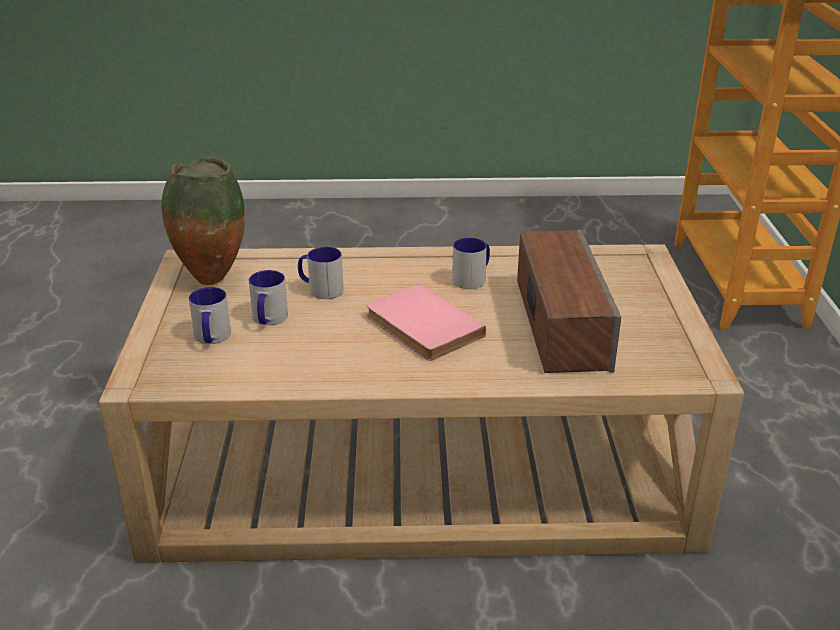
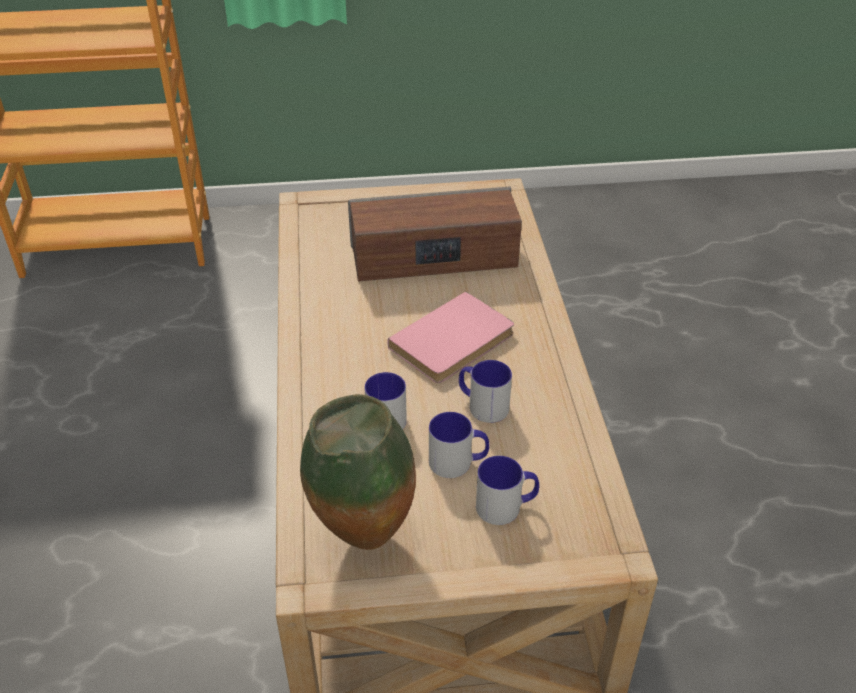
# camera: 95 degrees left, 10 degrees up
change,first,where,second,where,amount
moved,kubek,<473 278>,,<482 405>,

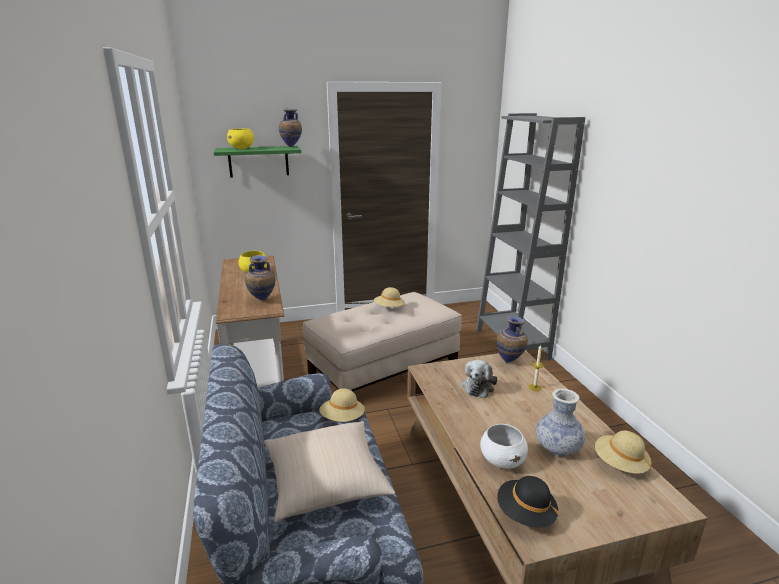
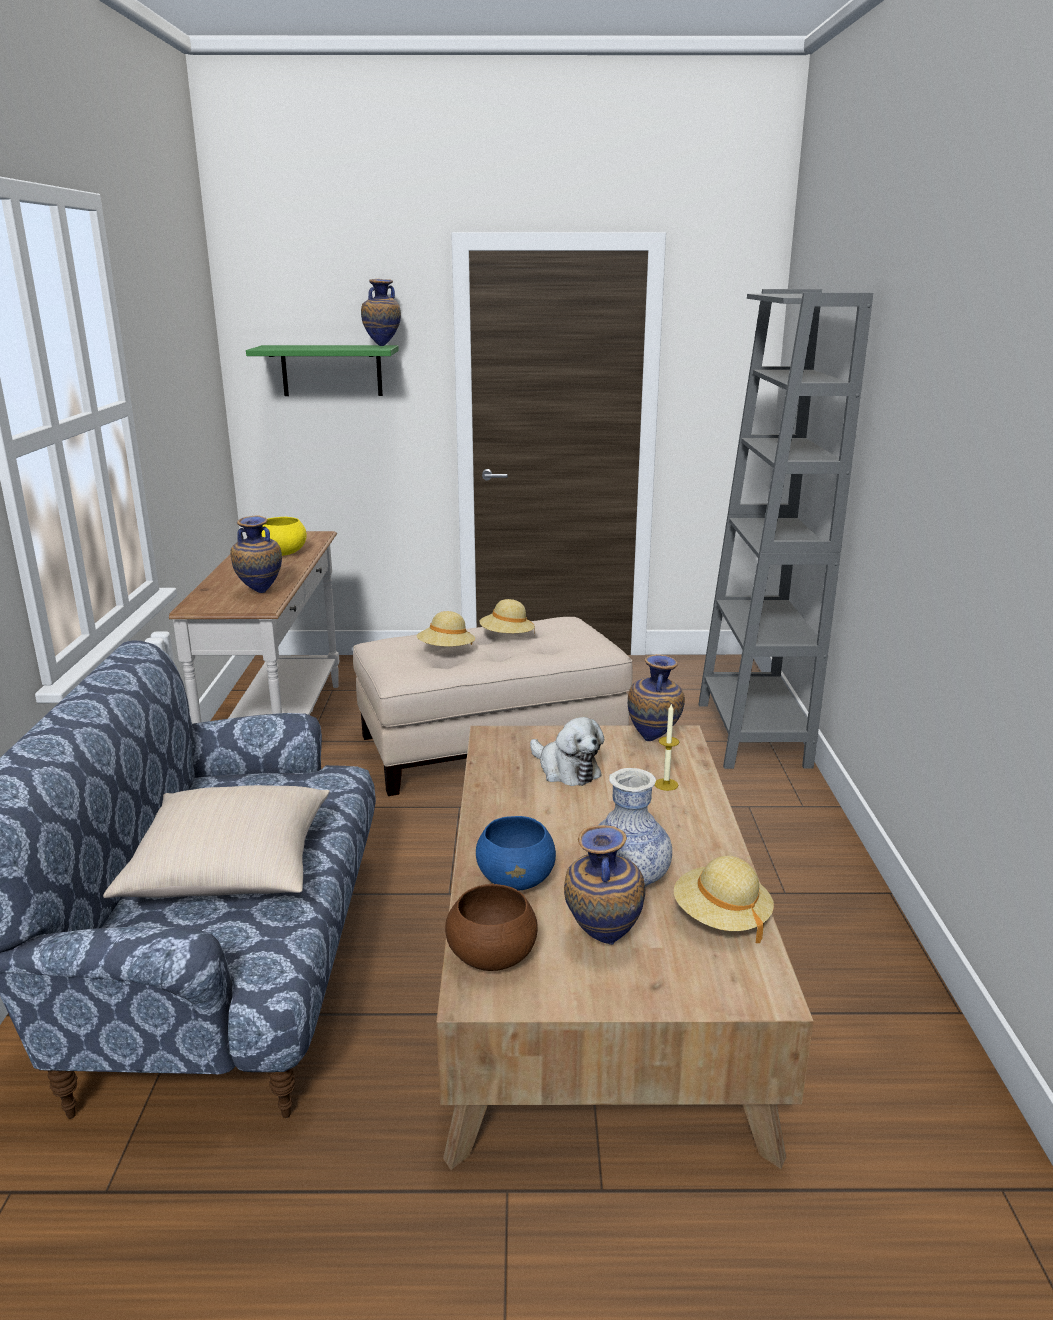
# camera: 15 degrees right, 0 degrees up
change,first,where,second,where,amount
removed,miska (żółty),<242 148>,,,
turned,pluszak,<478 386>,,<566 770>,75 degrees counterclockwise
moved,kapelusz (beżowy),<342 418>,,<446 651>,
recoloured,miska (biały),<502 460>,miska (niebieski),<516 880>,
replaced,kapelusz (czarny),<525 514>,miska (brązowy),<492 957>,
added,,,wazon,<601 941>,

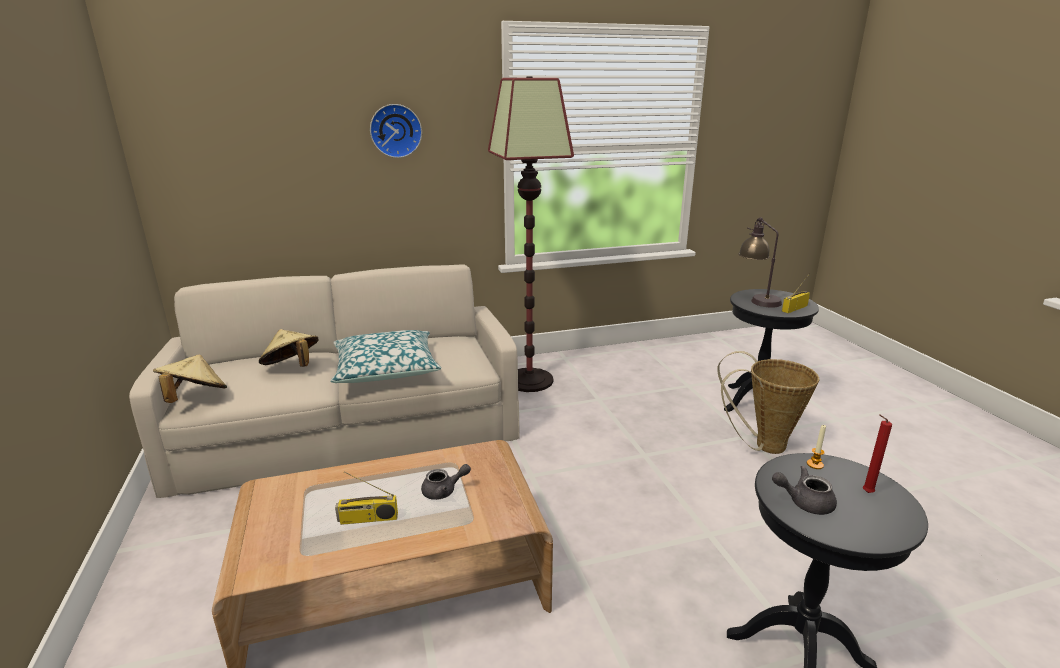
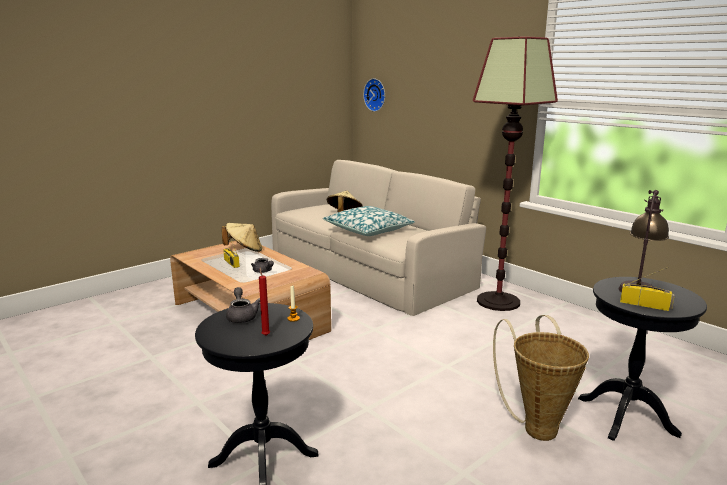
# camera: 65 degrees right, 5 degrees down
change,first,where,second,where,amount
moved,zegar ścienny,<395 131>,,<376 95>,
moved,kapelusz (beżowy),<195 398>,,<244 250>,

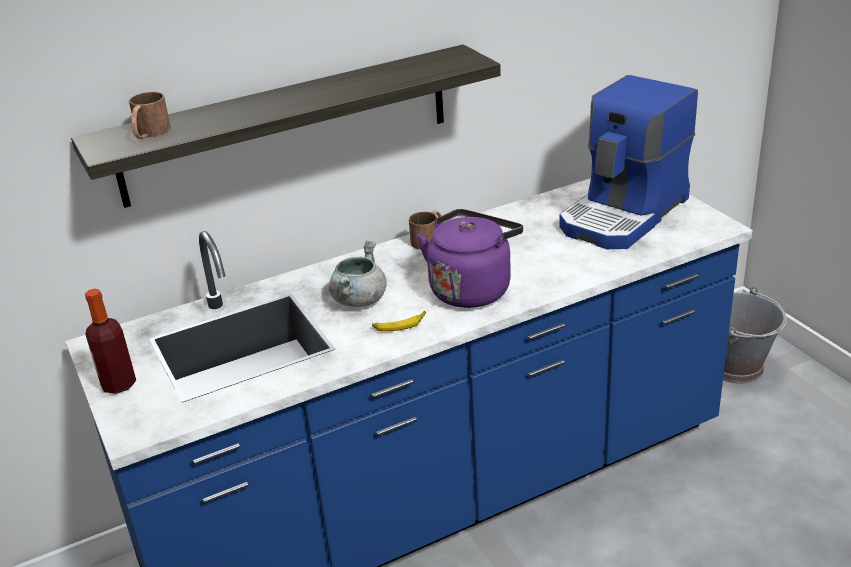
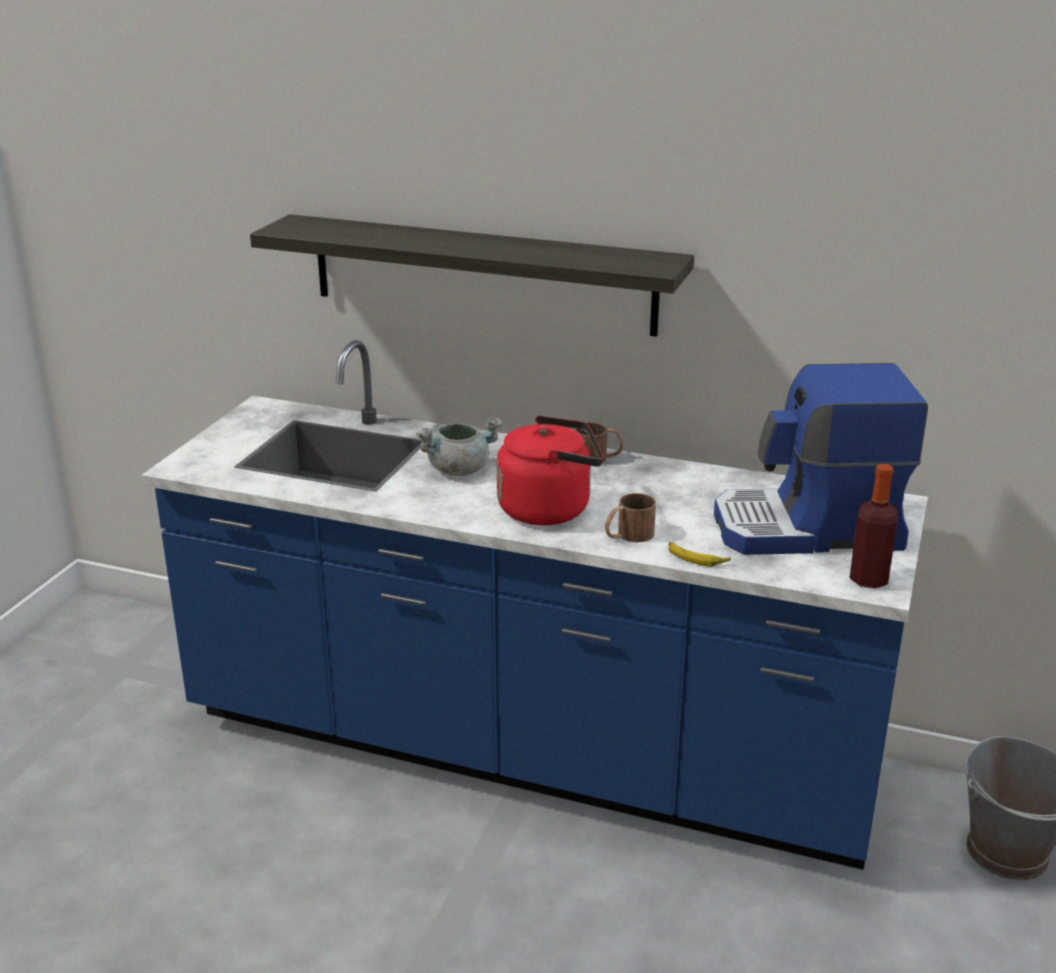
# camera: 45 degrees right, 5 degrees down
change,first,where,second,where,amount
moved,kubek (brązowy),<149 134>,,<628 535>,
recoloured,czajnik (fioletowy),<472 288>,czajnik (czerwony),<550 509>,
moved,butelka,<119 384>,,<868 579>,
moved,banan,<399 325>,,<696 558>,

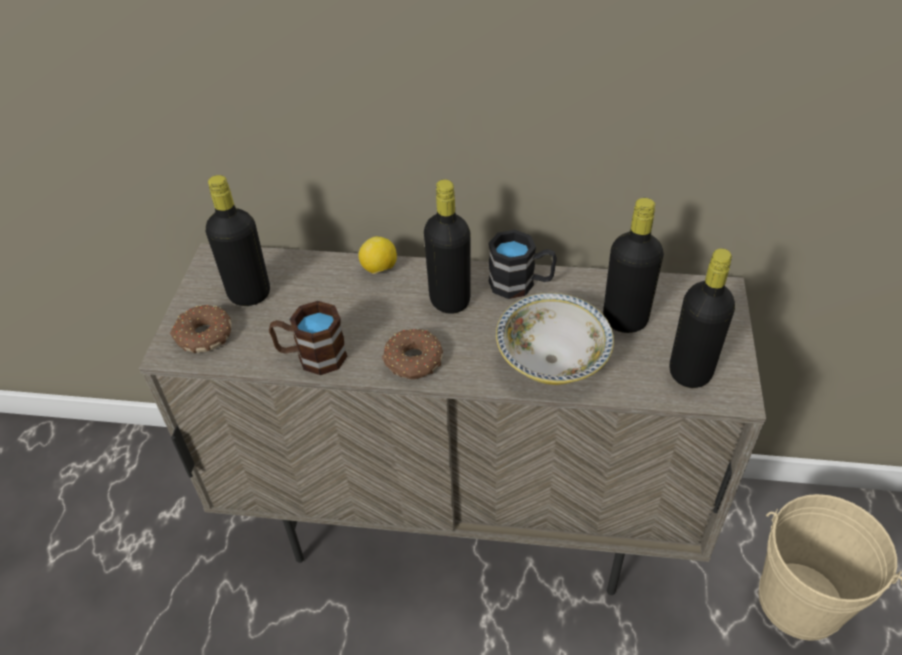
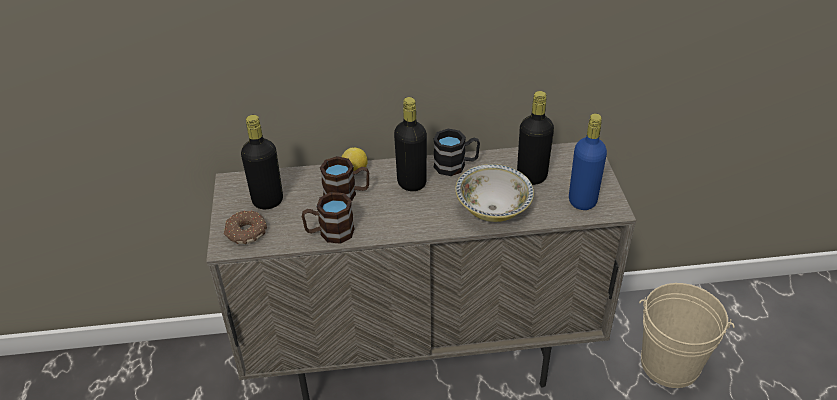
# camera: 15 degrees left, 5 degrees down
change,first,where,second,where,amount
recoloured,butelka (czarny),<690 372>,butelka (niebieski),<582 201>,
removed,donut,<413 361>,,,
added,,,kubek (brązowy),<347 194>,

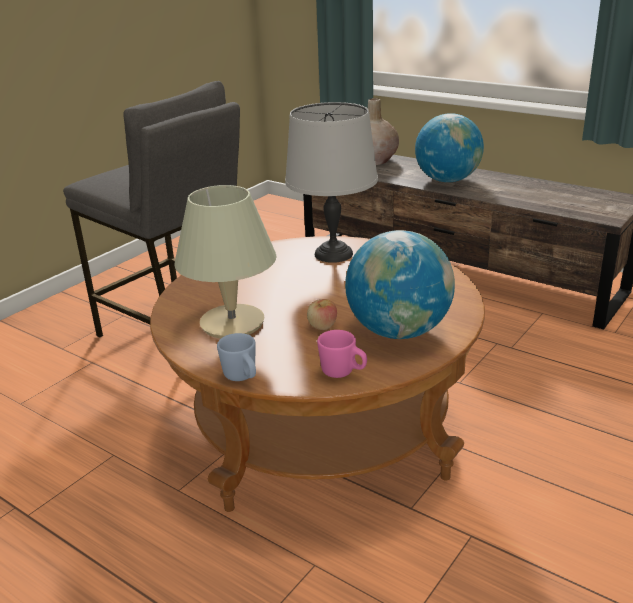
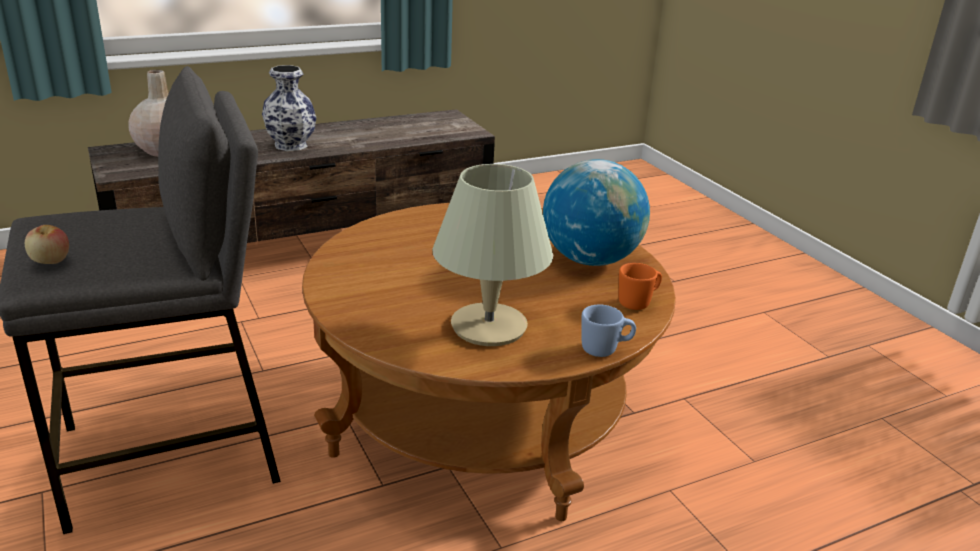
# camera: 65 degrees left, 0 degrees up
change,first,where,second,where,amount
removed,lampa stołowa (szary),<334 254>,,,
replaced,globus,<447 180>,wazon,<290 145>,
moved,jabłko,<322 326>,,<50 261>,
recoloured,kubek (różowy),<343 373>,kubek (pomarańczowy),<638 302>,

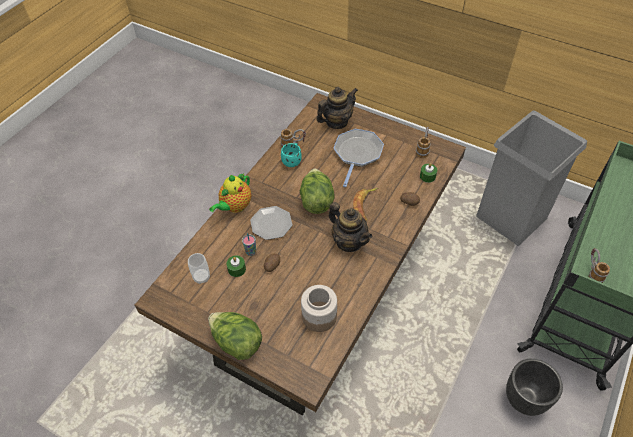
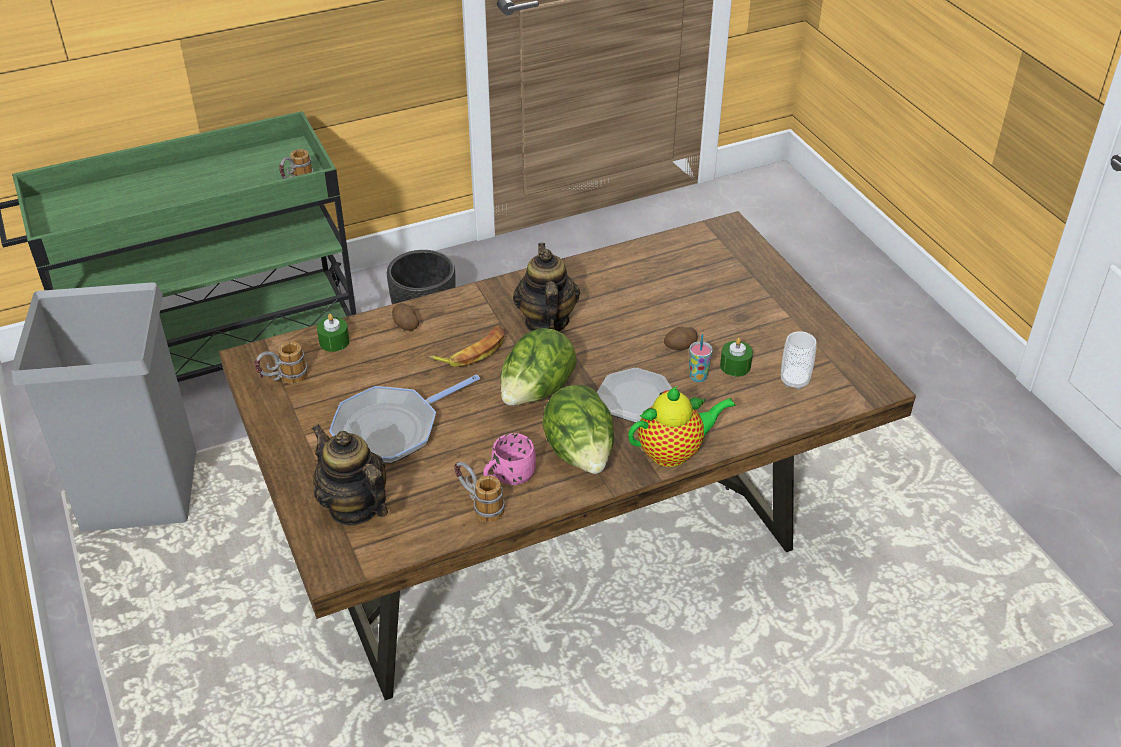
# camera: 145 degrees left, 10 degrees down
change,first,where,second,where,amount
turned,imbryk,<336 122>,,<354 507>,45 degrees clockwise
recoloured,kubek (turkusowy),<292 160>,kubek (różowy),<508 477>,
removed,słoik,<318 316>,,,
moved,sałata,<237 343>,,<580 454>,

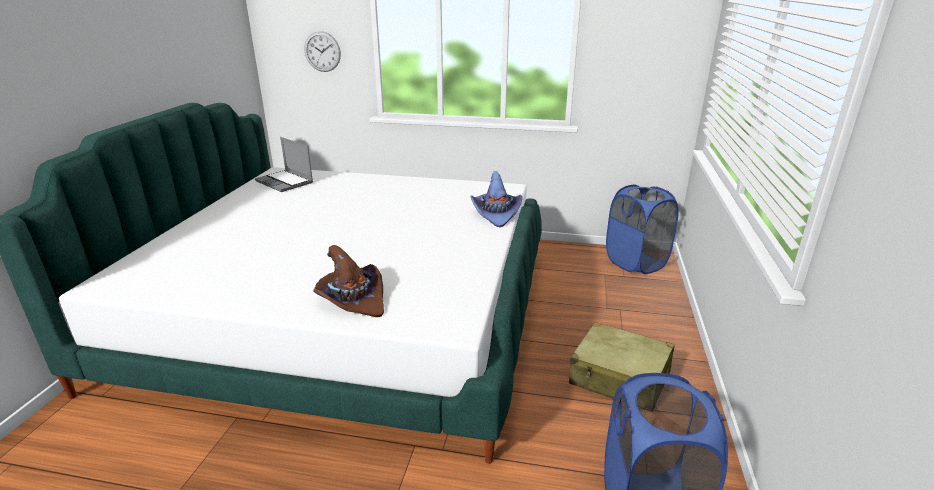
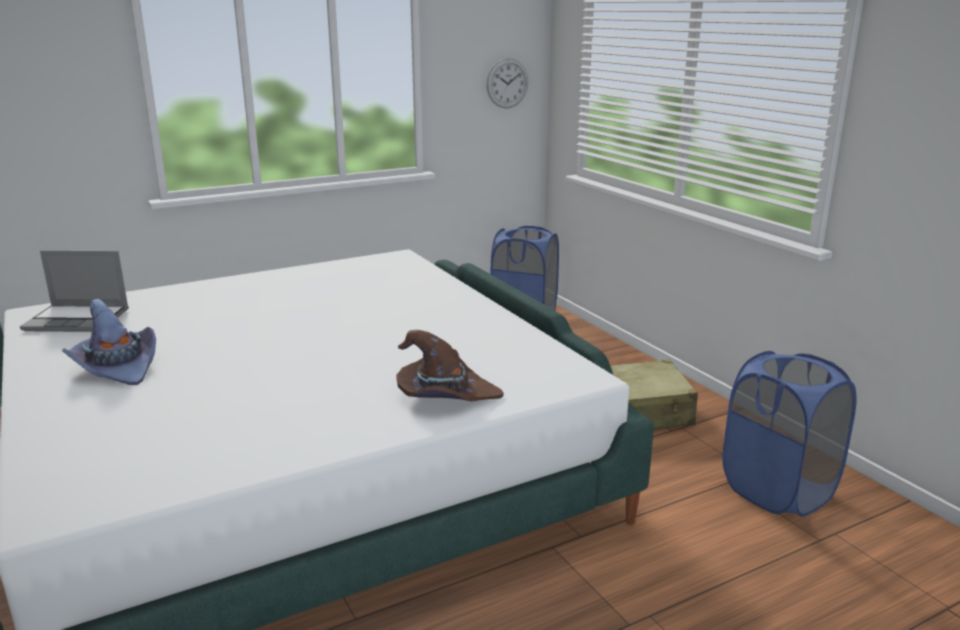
# camera: 40 degrees left, 5 degrees down
change,first,where,second,where,amount
moved,zegar ścienny,<322 51>,,<507 83>,
moved,kapelusz (fioletowy),<496 214>,,<117 367>,

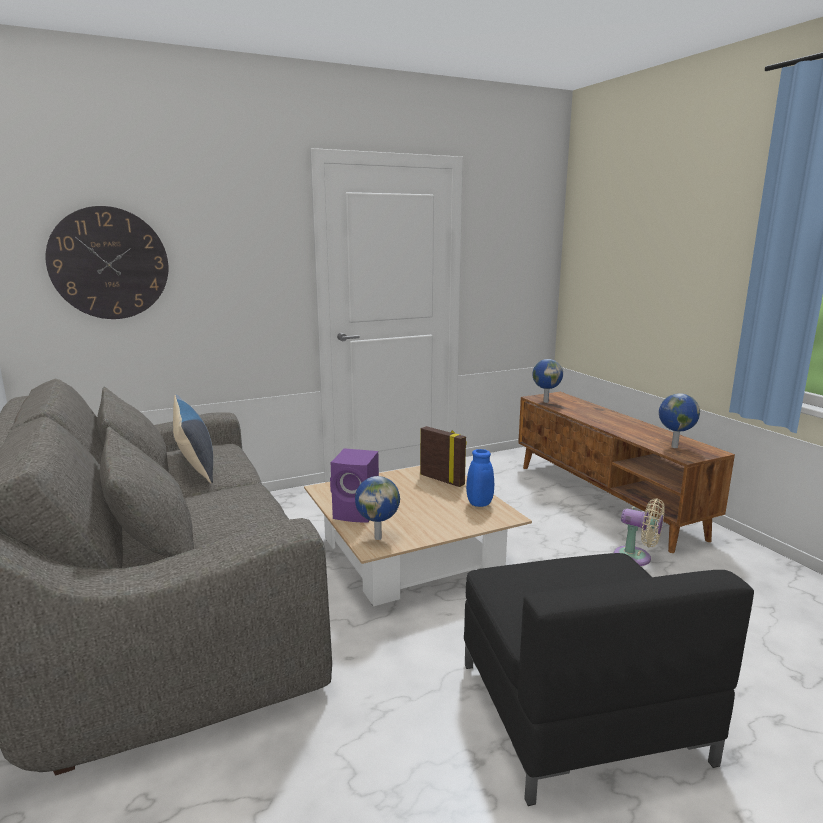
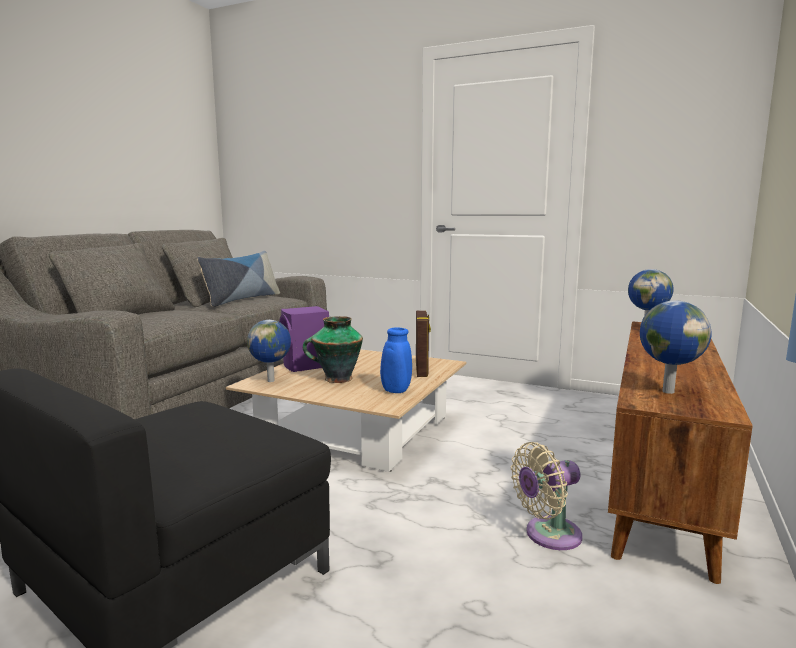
# camera: 50 degrees right, 5 degrees down
change,first,where,second,where,amount
removed,zegar ścienny,<109 263>,,,
turned,wentylator (beżowy),<636 558>,,<548 535>,75 degrees clockwise
added,,,wazon,<336 379>,

